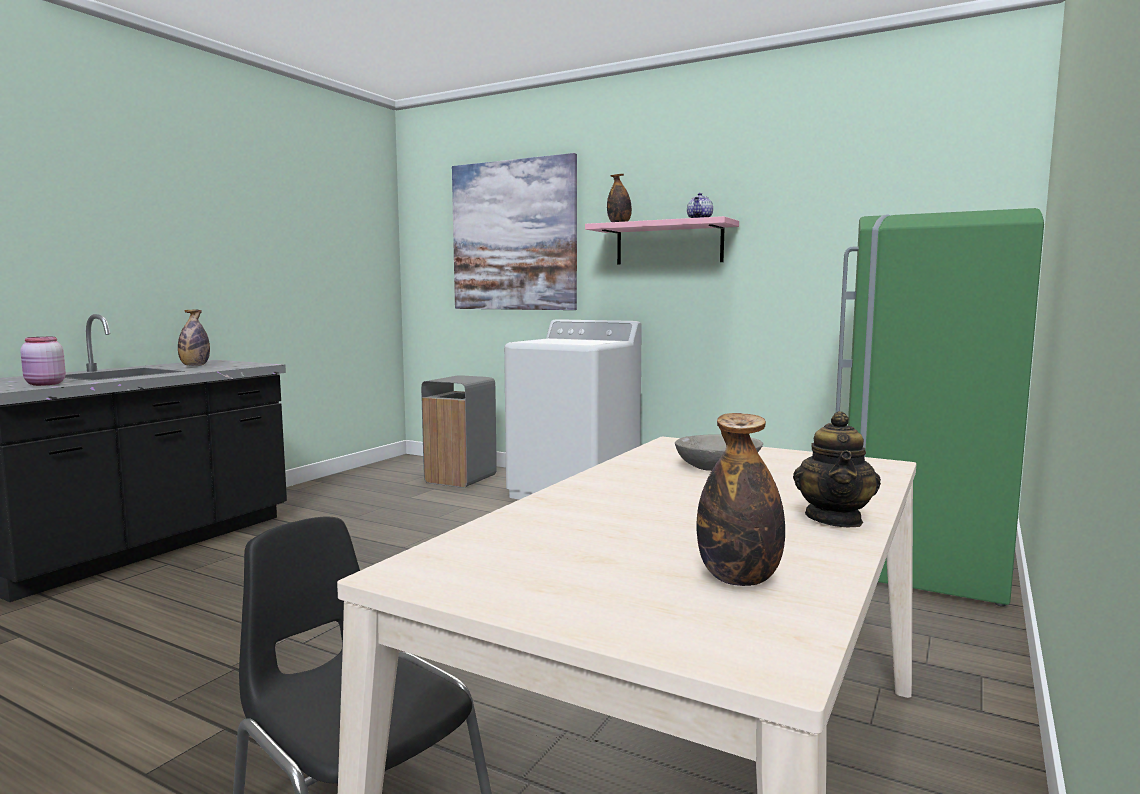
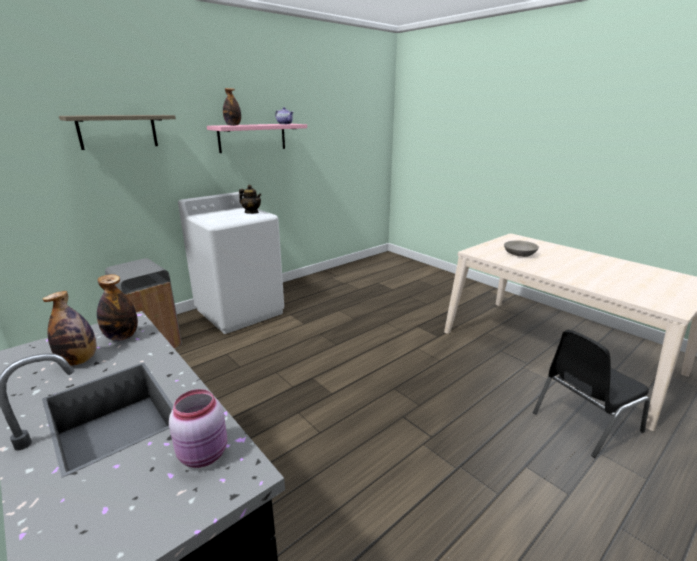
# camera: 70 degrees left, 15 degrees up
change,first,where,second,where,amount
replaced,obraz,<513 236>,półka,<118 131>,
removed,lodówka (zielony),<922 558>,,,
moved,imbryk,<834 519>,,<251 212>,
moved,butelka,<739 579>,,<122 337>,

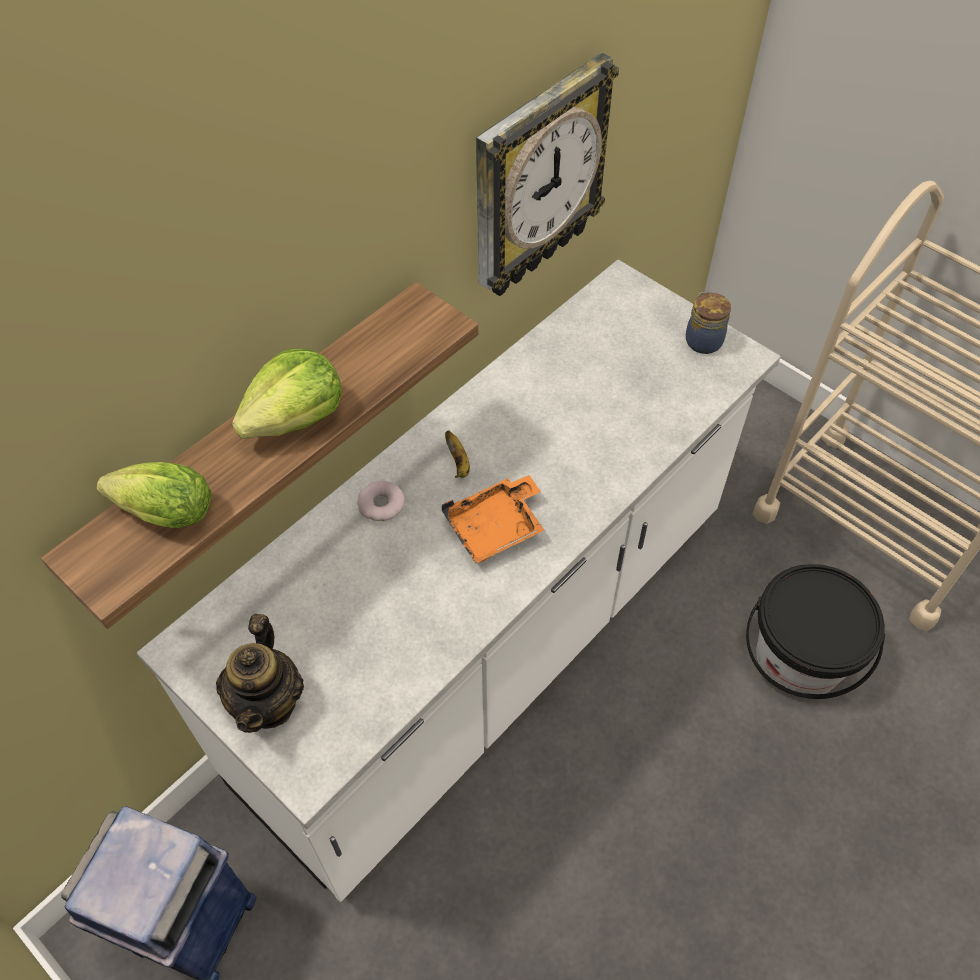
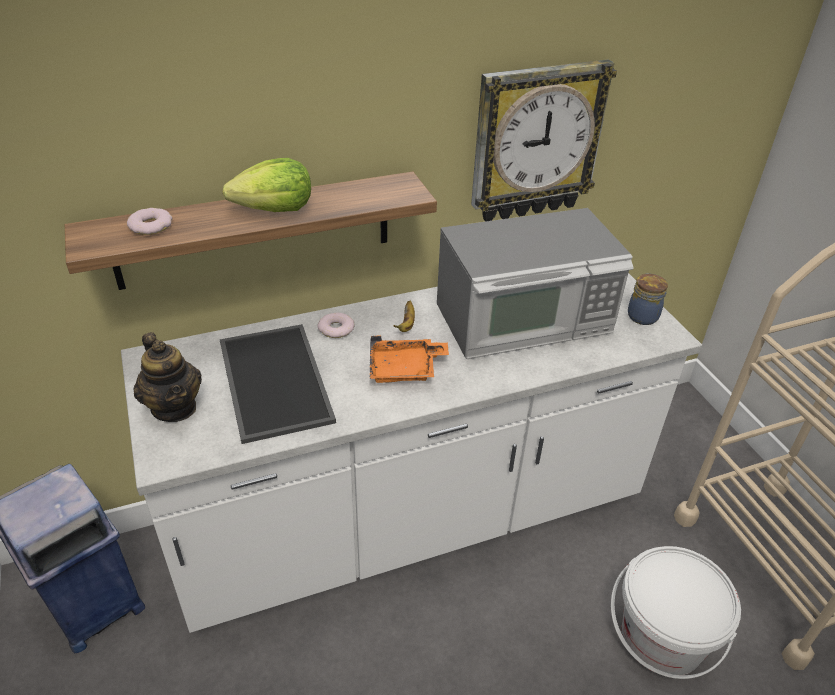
# camera: 25 degrees right, 15 degrees down
change,first,where,second,where,amount
replaced,sałata,<161 512>,donut,<151 226>,
recoloured,wiadro (czarny),<800 657>,wiadro (biały),<662 637>,
turned,imbryk,<269 702>,,<174 407>,60 degrees counterclockwise
added,,,mikrofalówka,<525 320>,
added,,,taca,<272 380>,

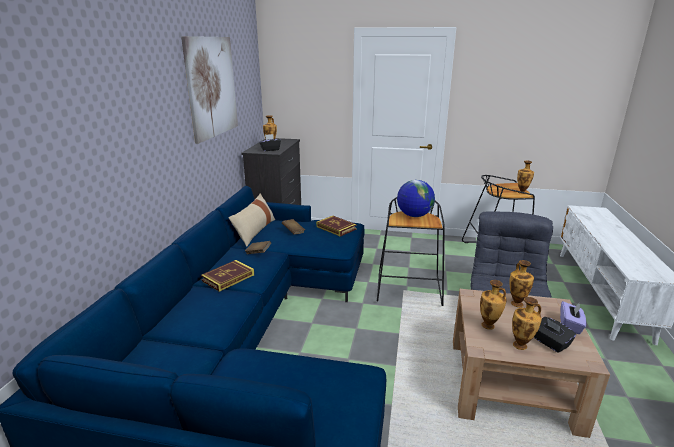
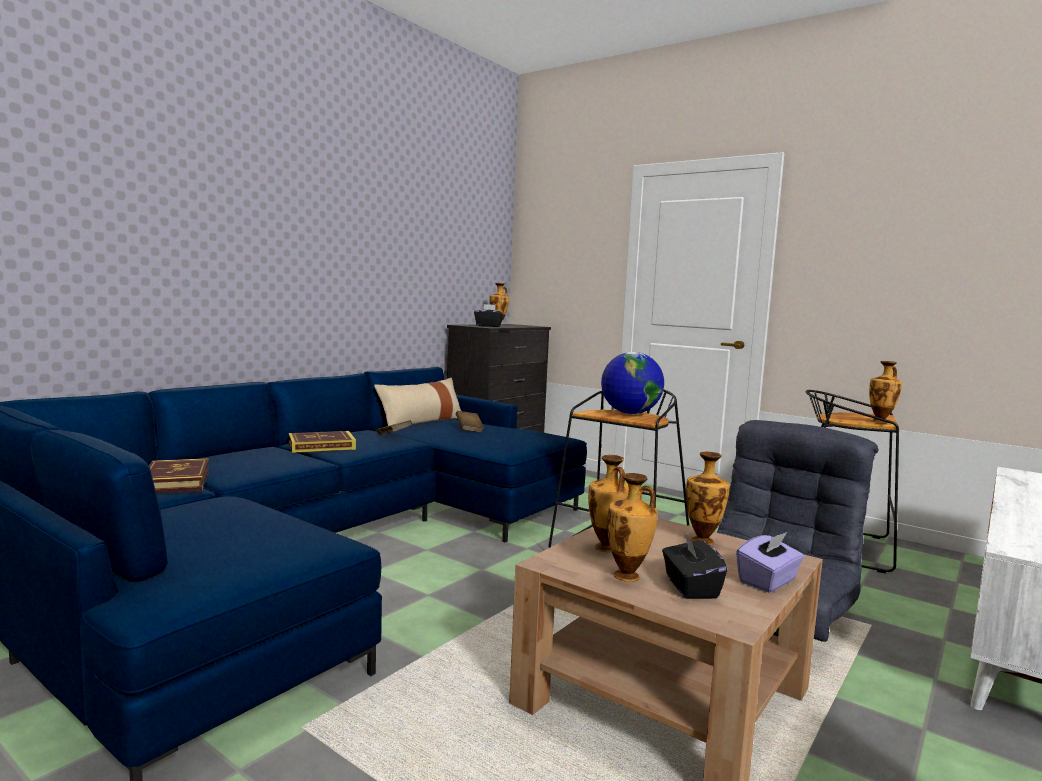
# camera: 25 degrees right, 15 degrees down
change,first,where,second,where,amount
removed,obraz,<212 87>,,,
moved,książka,<336 228>,,<176 481>,

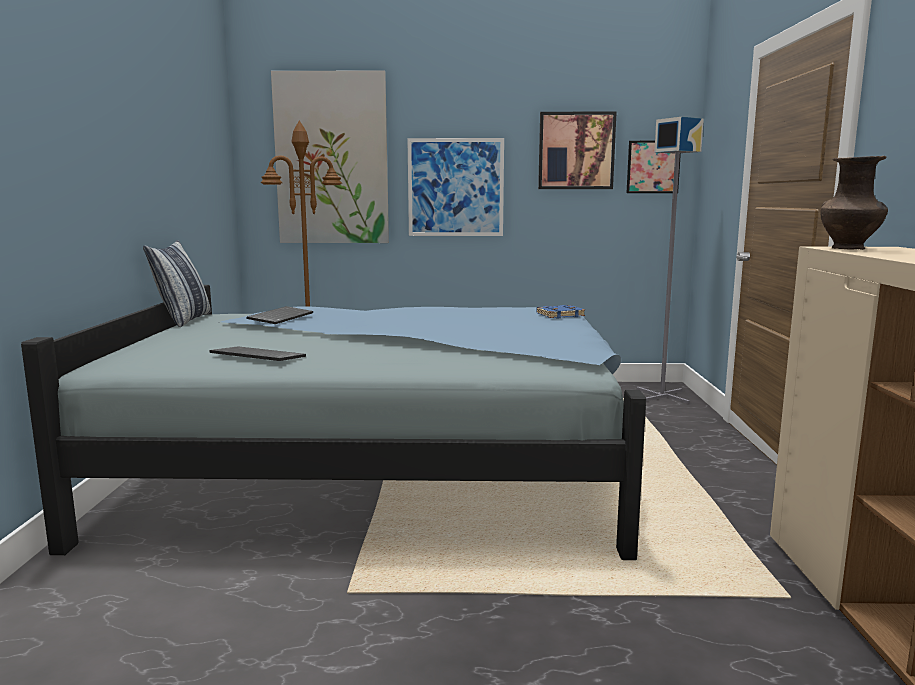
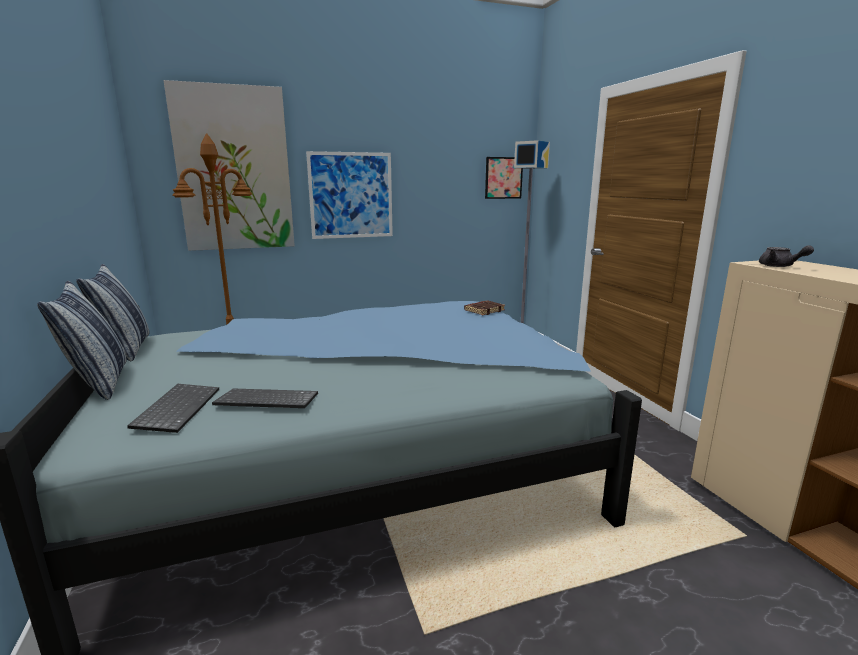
# camera: 20 degrees left, 5 degrees up
change,first,where,second,where,amount
removed,obraz,<576 151>,,,
replaced,wazon (brązowy),<849 249>,imbryk (szary),<780 266>,
recoloured,książka (niebieski),<560 315>,książka (brązowy),<484 310>,
moved,klawiatura,<280 317>,,<176 408>,
added,,,poduszka,<99 383>,

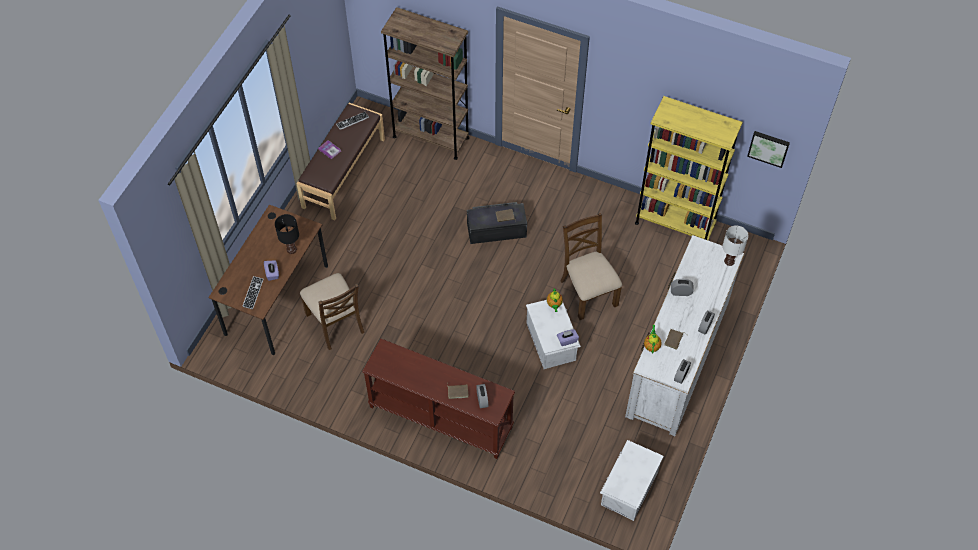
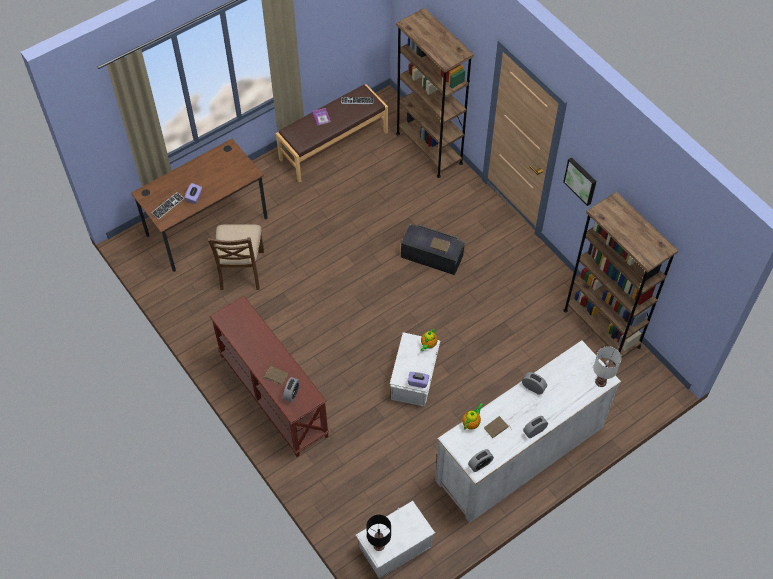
# camera: 30 degrees right, 0 degrees up
change,first,where,second,where,amount
recoloured,regał (żółty),<675 223>,regał (brązowy),<601 328>,
moved,obraz,<768 148>,,<581 180>,
removed,krzesło (brązowy),<588 292>,,,
moved,lampa stołowa (czarny),<292 249>,,<379 545>,

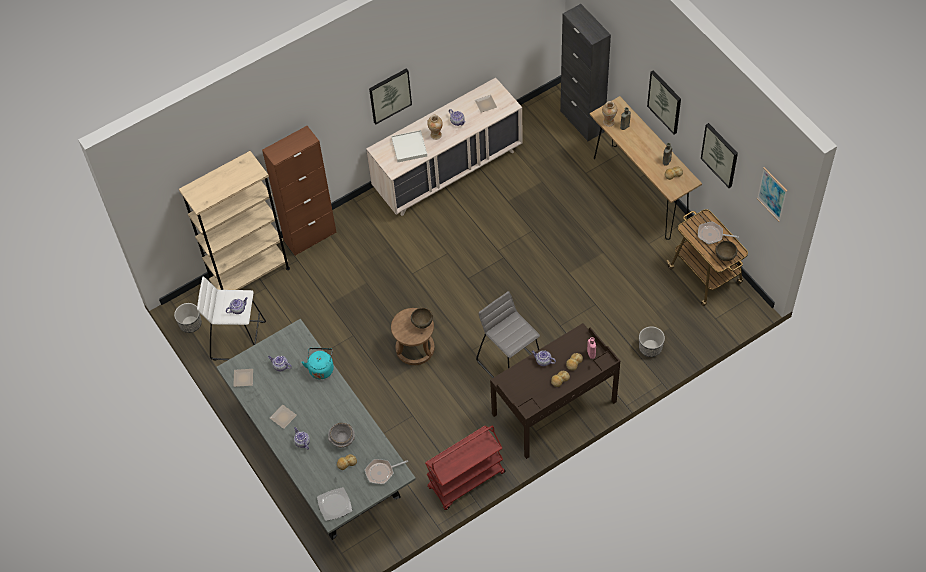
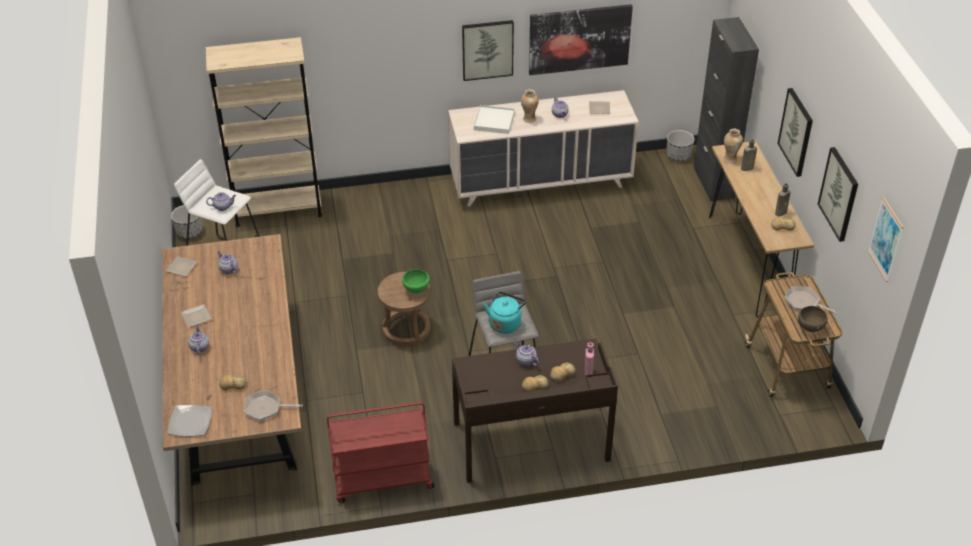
# camera: 20 degrees right, 15 degrees down
change,first,where,second,where,amount
removed,szafka (brązowy),<310 236>,,,
recoloured,miska (brązowy),<422 323>,miska (zielony),<416 290>,
recoloured,stół jadalny (szary),<322 454>,stół jadalny (brązowy),<239 395>,
moved,donica,<650 348>,,<678 156>,
moved,czajnik (turkusowy),<321 368>,,<505 323>,
removed,miska (szary),<342 439>,,,
added,,,obraz,<579 39>,

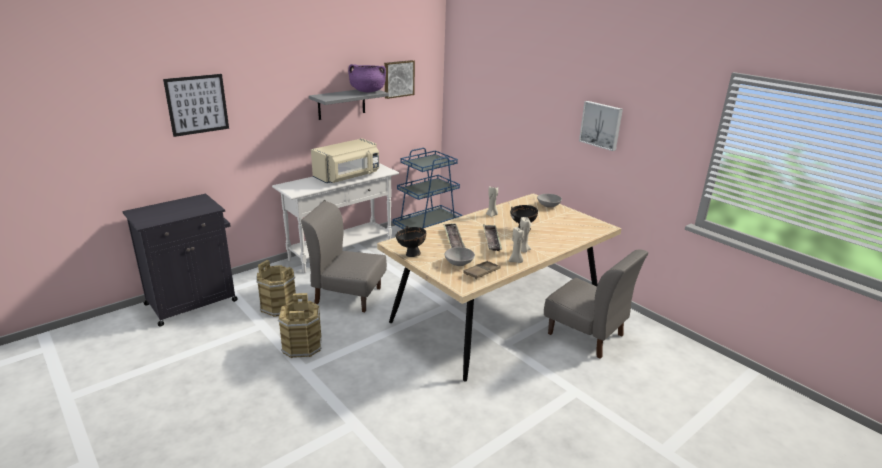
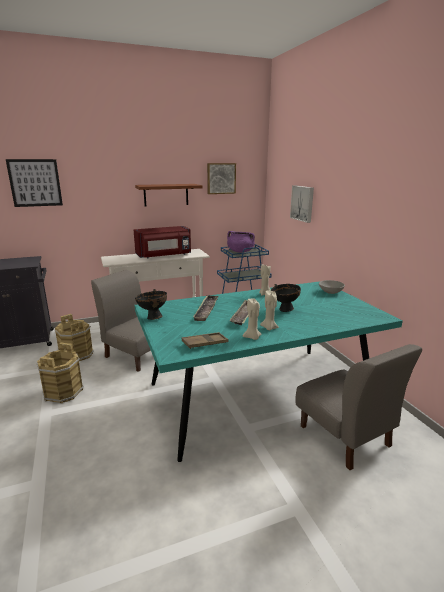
# camera: 20 degrees right, 5 degrees down
change,first,where,second,where,amount
moved,garnek (fioletowy),<367 91>,,<240 251>,
recoloured,półka (szary),<341 103>,półka (brązowy),<166 195>,
moved,obraz,<601 125>,,<303 203>,
recoloured,mikrofalówka (beżowy),<348 176>,mikrofalówka (czerwony),<164 255>,
recoloured,stół jadalny (beżowy),<498 314>,stół jadalny (turkusowy),<259 394>,
removed,miska (szary),<459 263>,,,

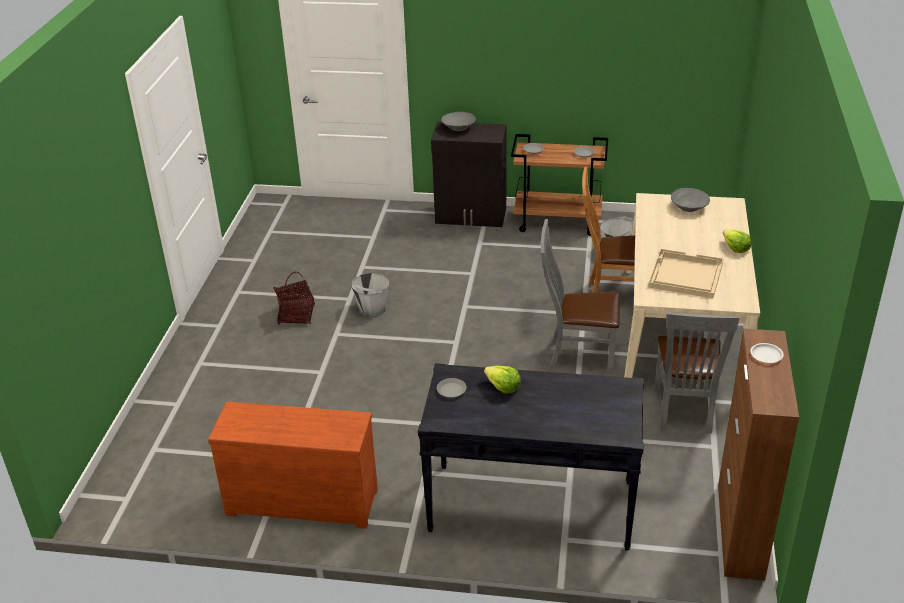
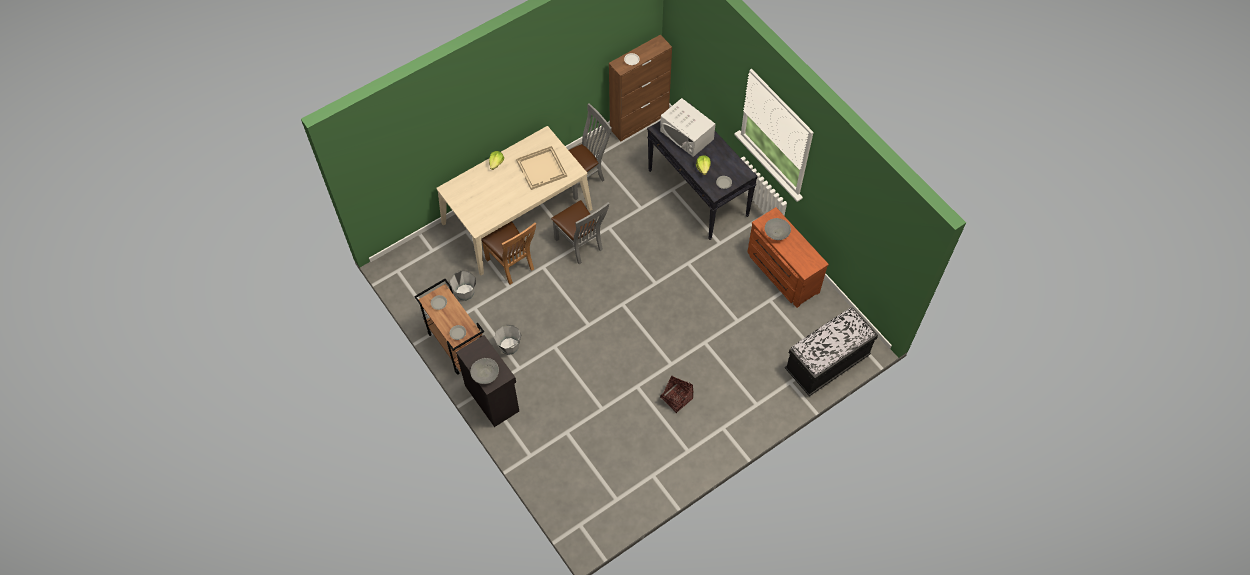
# camera: 135 degrees left, 25 degrees up
change,first,where,second,where,amount
moved,miska (szary),<689 207>,,<776 233>,
moved,wiadro (szary),<372 309>,,<509 346>,
added,,,mikrofalówka (biały),<687 135>,
added,,,ławka (czarny),<827 363>,

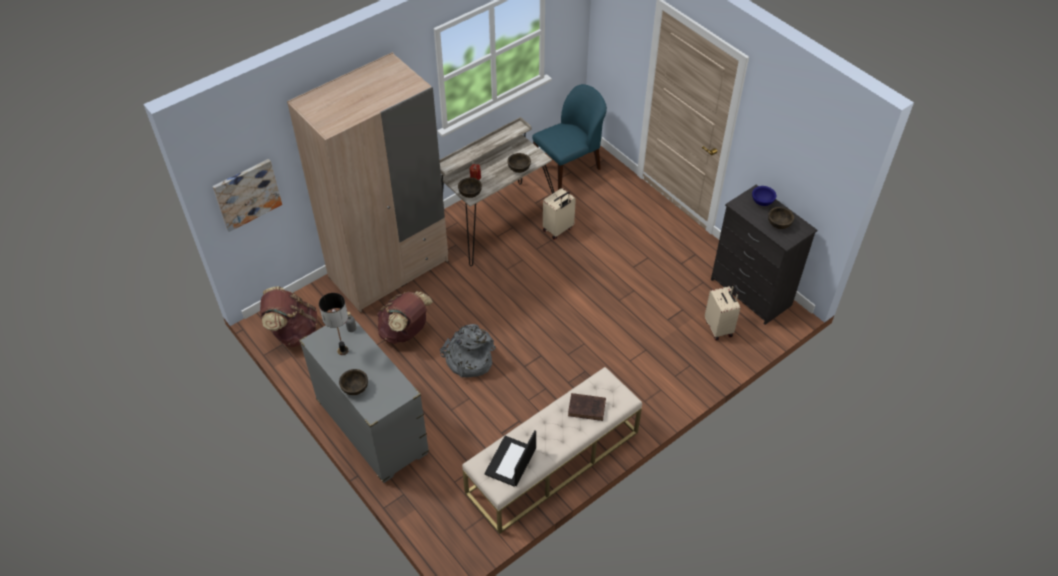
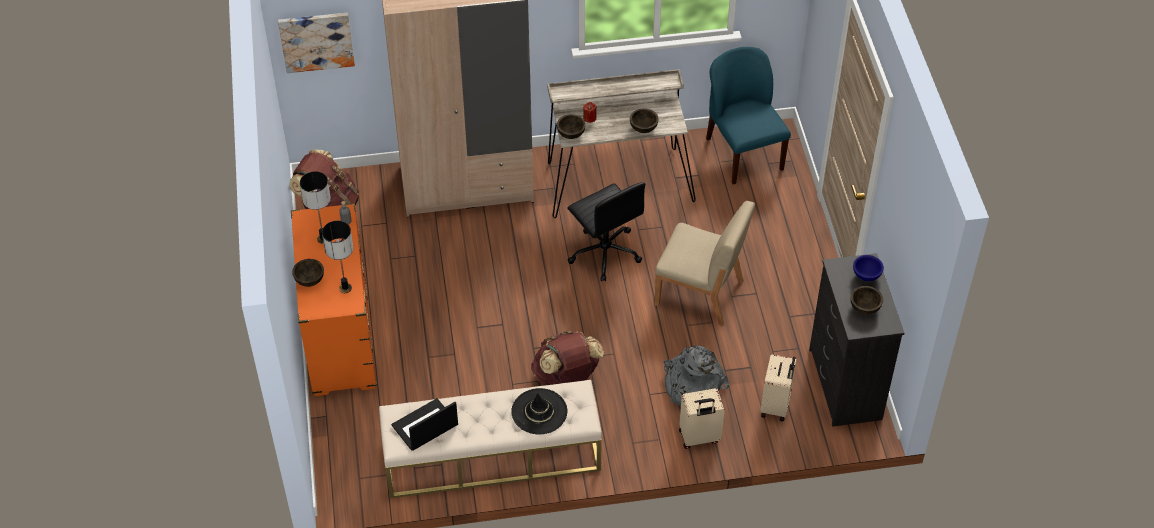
# camera: 30 degrees right, 0 degrees up
change,first,where,second,where,amount
turned,krzesło (niebieski),<568 167>,,<743 153>,105 degrees counterclockwise
moved,walizka (beżowy),<558 229>,,<699 437>,
moved,plecak (brązowy),<405 332>,,<566 377>,
recoloured,komoda (szary),<372 427>,komoda (pomarańczowy),<340 338>,
moved,plecak (szary),<468 359>,,<692 386>,
replaced,książka (brązowy),<588 408>,kapelusz (czarny),<539 412>,
added,,,krzesło biurowe (czarny),<604 252>,
added,,,krzesło (beżowy),<700 293>,
added,,,lampa stołowa,<345 288>,

